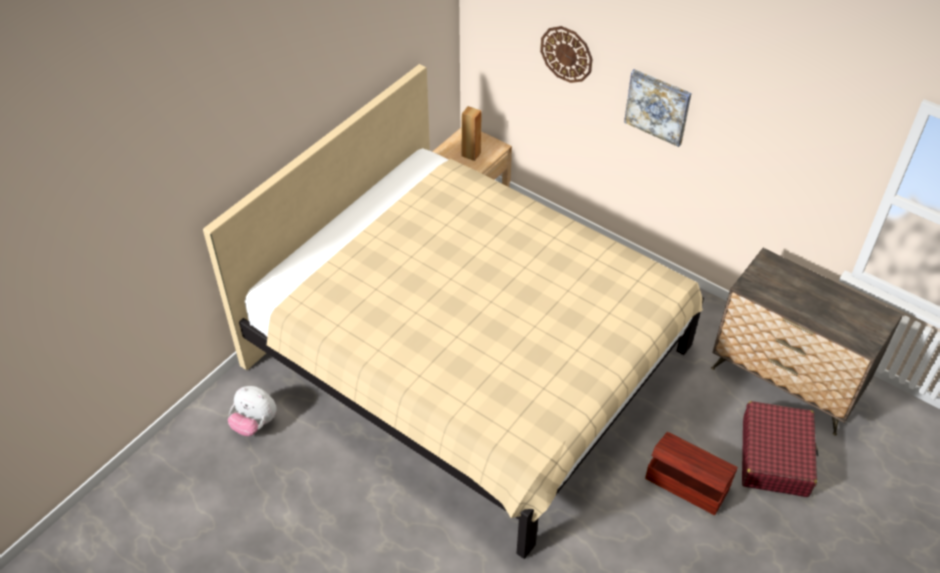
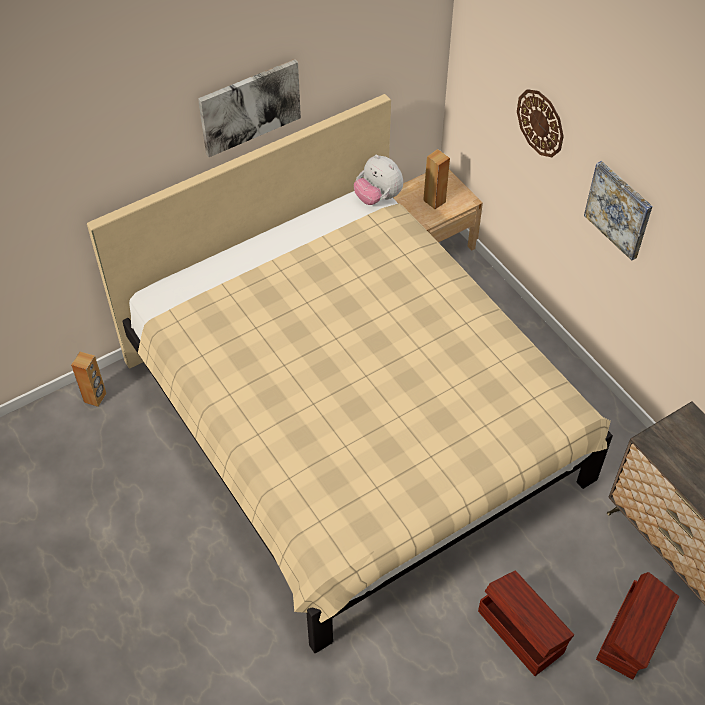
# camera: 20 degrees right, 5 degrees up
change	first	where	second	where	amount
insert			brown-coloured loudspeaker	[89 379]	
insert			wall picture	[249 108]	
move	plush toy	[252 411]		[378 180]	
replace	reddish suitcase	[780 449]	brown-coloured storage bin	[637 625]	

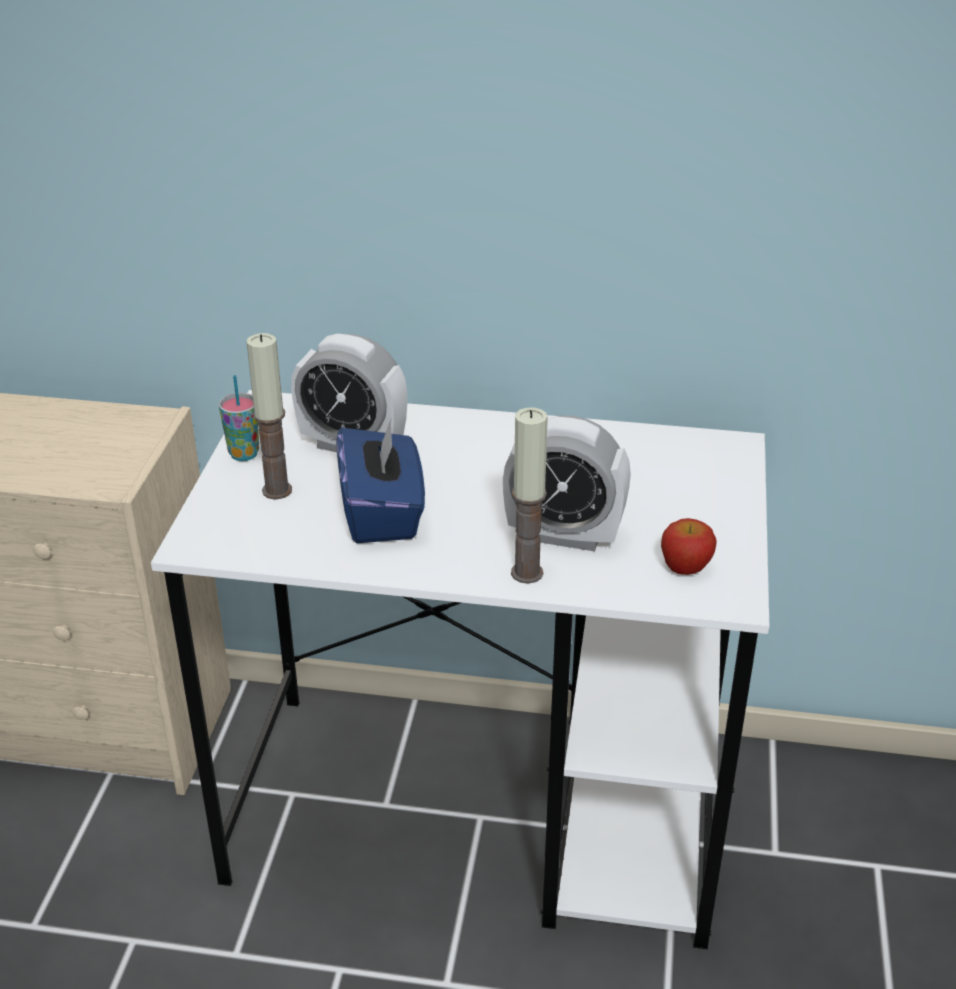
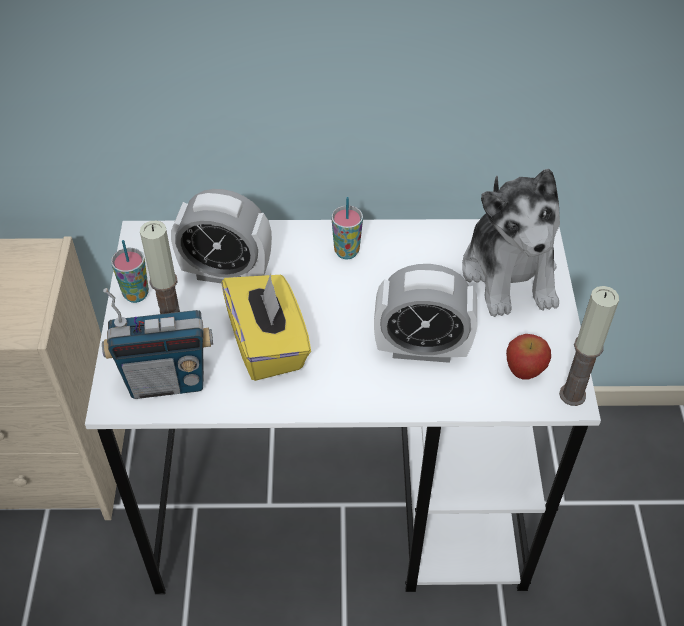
# camera: 10 degrees left, 15 degrees up
change	first	where	second	where	amount
insert			radio set	[157 343]	
recolor	blue-coloured tissue box	[380 480]	yellow-coloured tissue box	[266 327]	
insert			small cup	[347 228]	
insert			plush toy	[511 243]	
move	wax light	[529 496]		[589 346]	

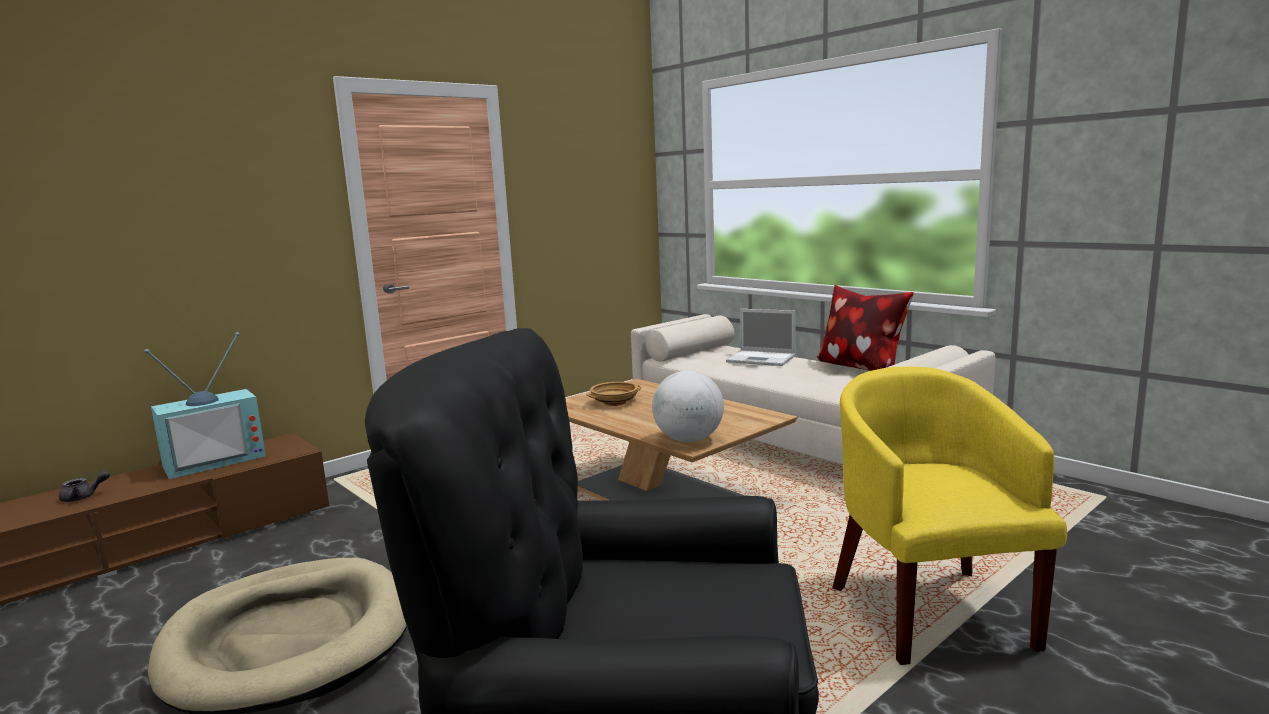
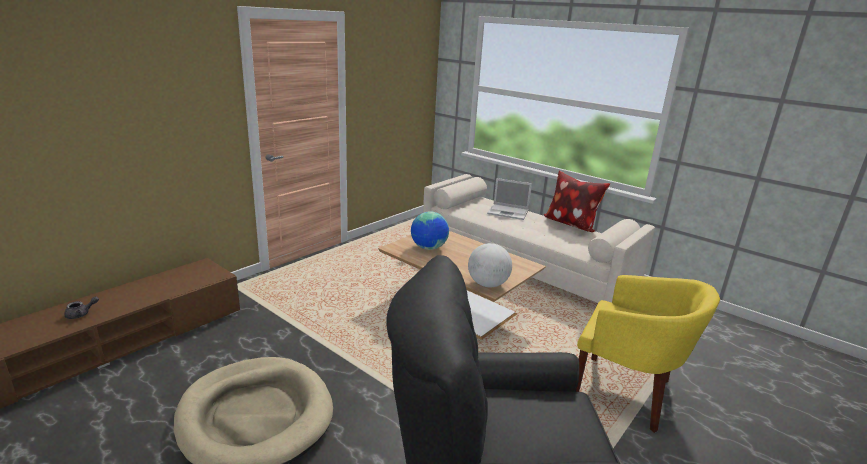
# camera: 10 degrees left, 10 degrees up
change	first	where	second	where	amount
replace	beige deep dish	[613 394]	desk globe	[430 230]	
rotate	yellow-coloured armchair	[949 516]		[648 354]	135 degrees clockwise
delete	TV set	[205 405]			

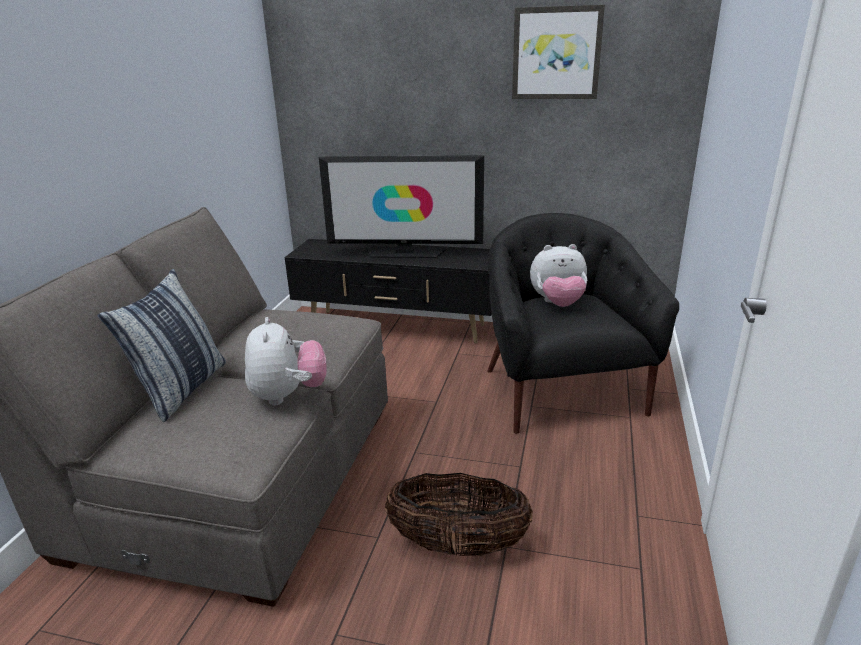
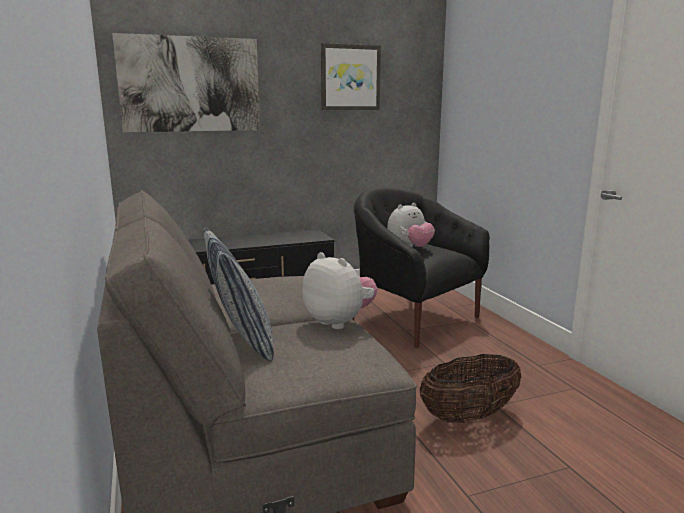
# camera: 35 degrees left, 10 degrees down
change	first	where	second	where	amount
insert			wall picture	[186 82]	
delete	TV set	[401 206]			

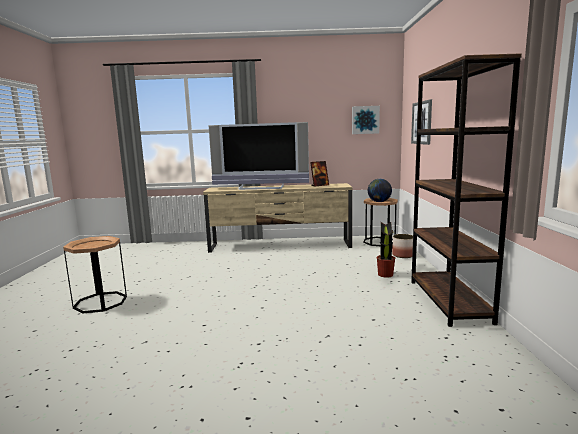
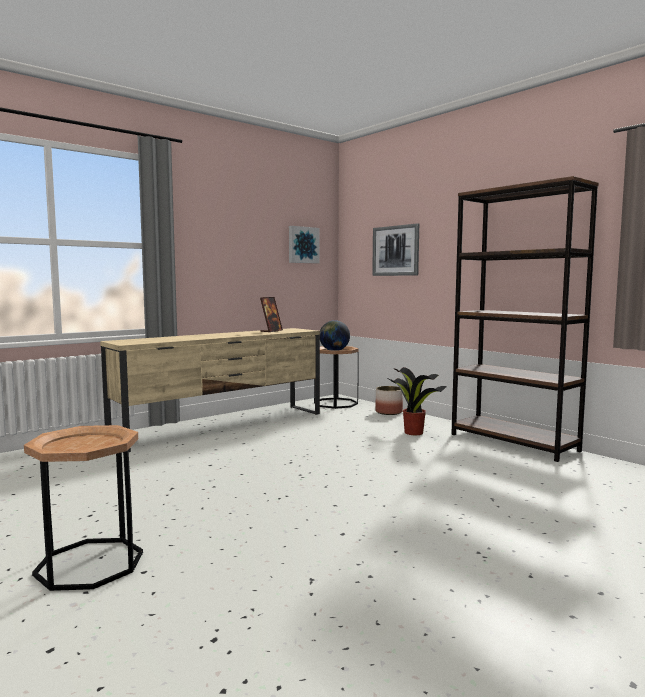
# camera: 40 degrees left, 5 degrees down
change	first	where	second	where	amount
delete	TV set	[259 156]			

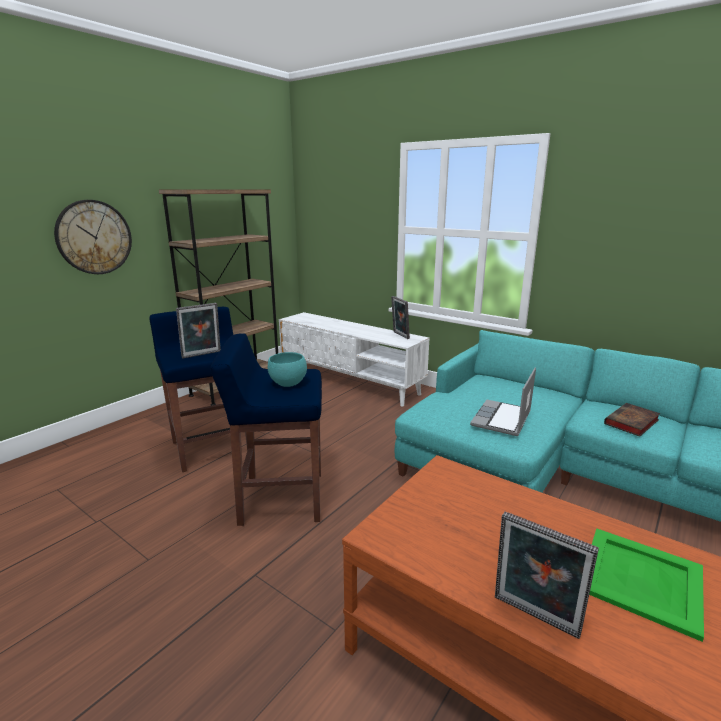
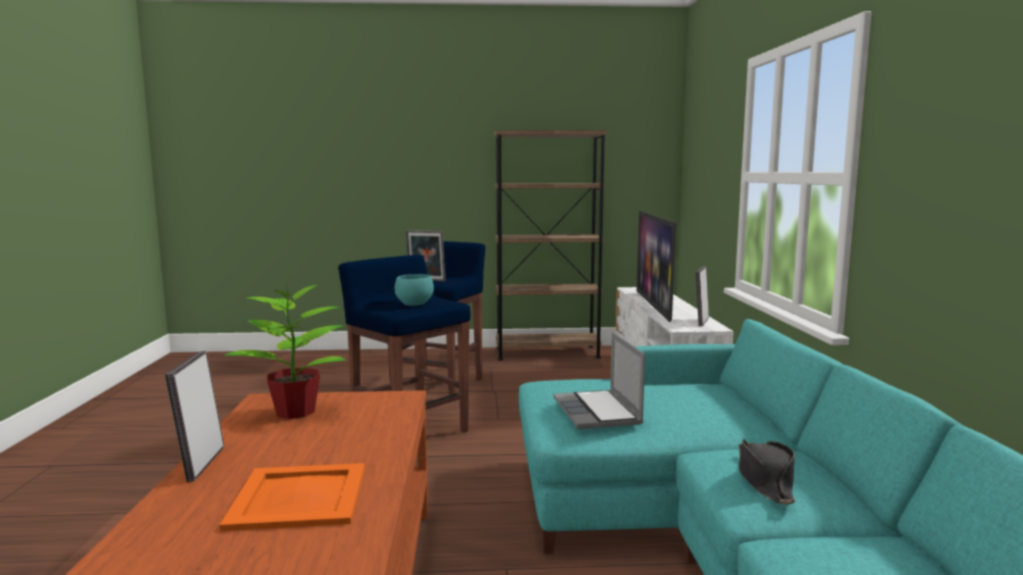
# camera: 50 degrees right, 10 degrees down
change	first	where	second	where	amount
recolor	green-coloured serving tray	[646 585]	orangey serving tray	[292 497]	
insert			plant in a pot	[285 348]	
rotate	notebook computer	[503 402]		[599 380]	90 degrees counterclockwise
insert			TV set	[656 266]	
replace	book	[632 420]	black-coloured hat	[767 472]	
delete	hanging clock	[93 237]			

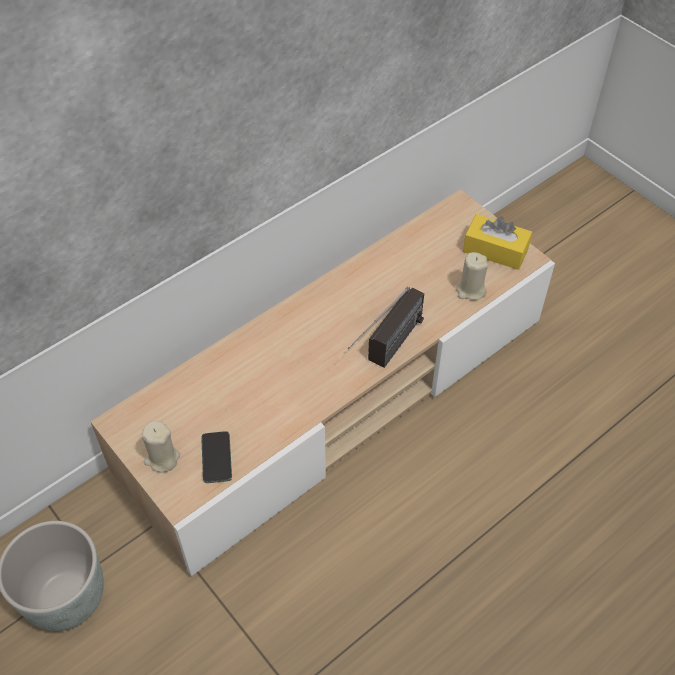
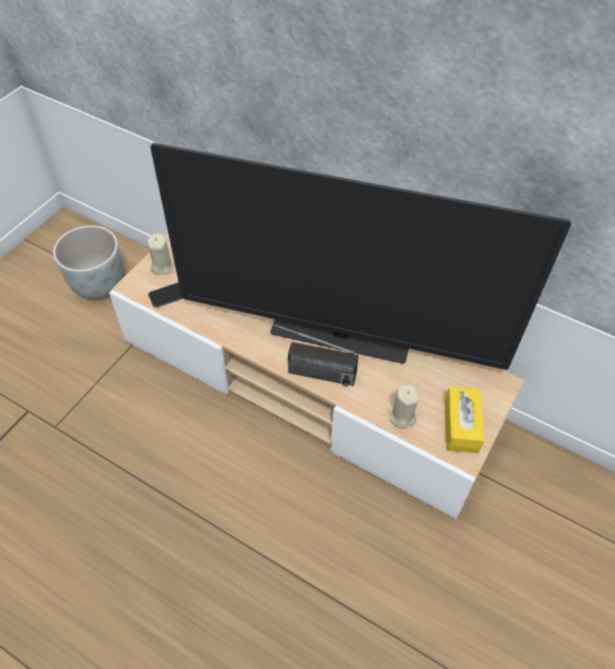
# camera: 70 degrees right, 0 degrees up
change	first	where	second	where	amount
insert			TV set	[360 256]	

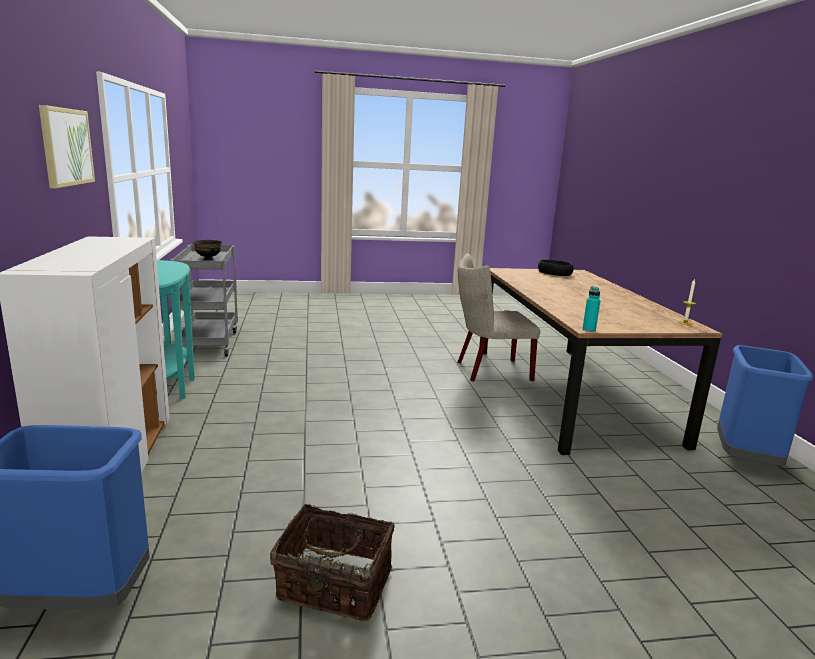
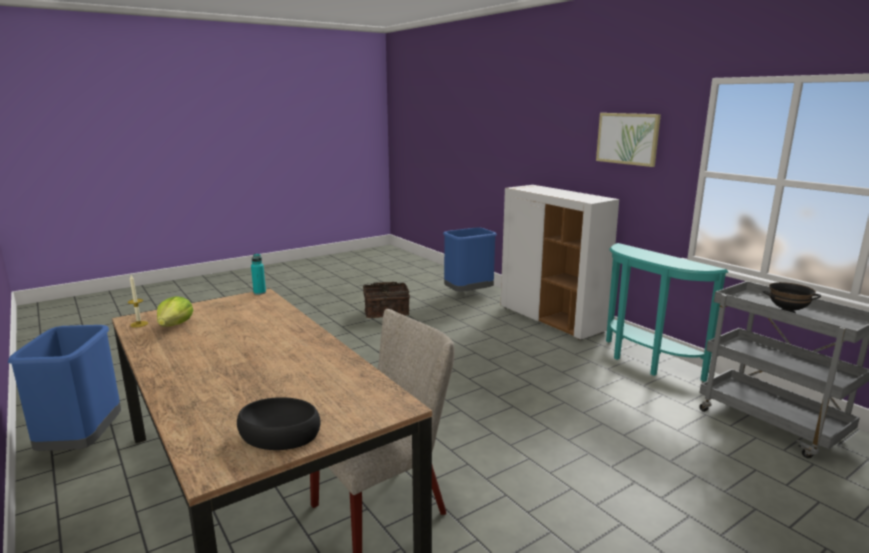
# camera: 155 degrees right, 0 degrees up
change	first	where	second	where	amount
insert			head of lettuce	[175 311]	

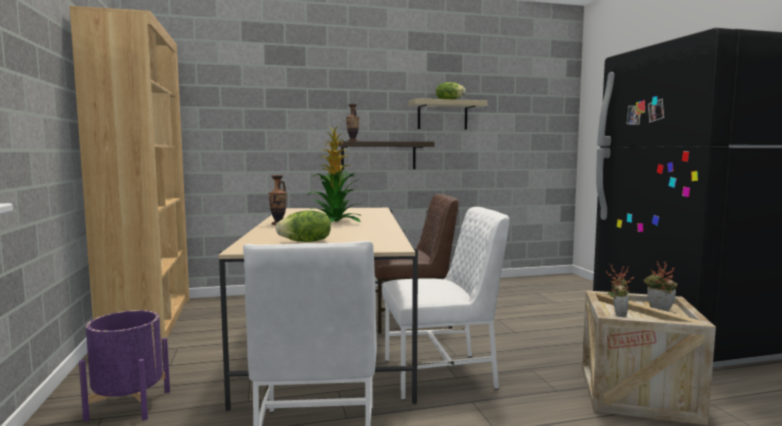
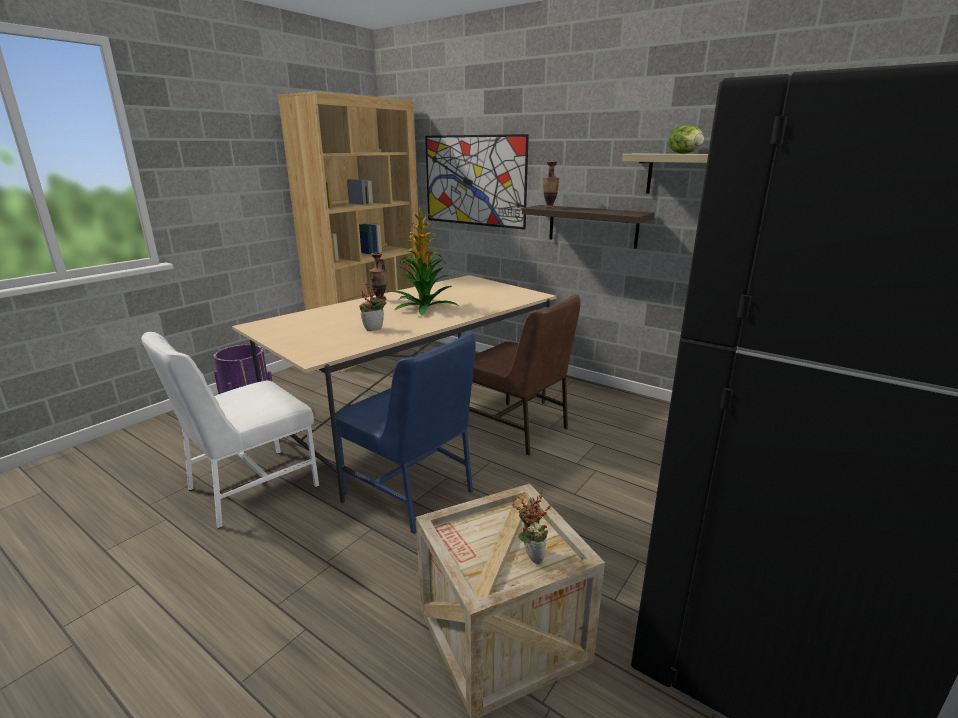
# camera: 50 degrees right, 15 degrees up
change	first	where	second	where	amount
recolor	white-coloured chair	[445 303]	blue-coloured chair	[405 433]	
move	plant in a pot	[620 290]		[372 306]	
insert			wall picture	[477 182]	
delete	head of lettuce	[303 226]			

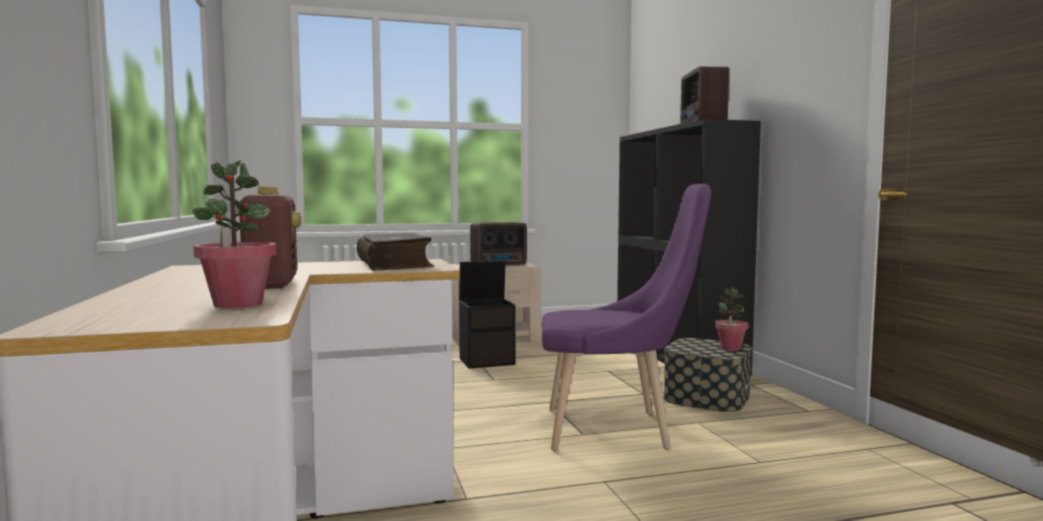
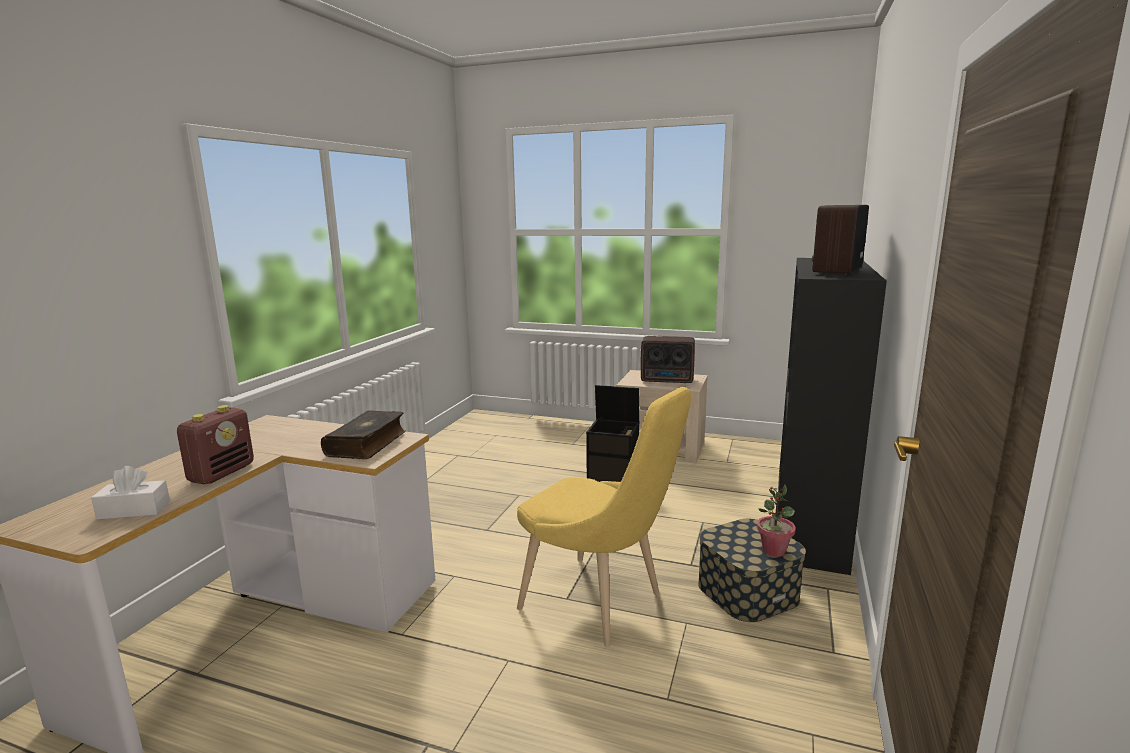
# camera: 35 degrees right, 10 degrees up
change	first	where	second	where	amount
replace	plant in a pot	[234 234]	white-coloured tissue box	[130 493]	
recolor	purple chair	[626 317]	yellow-coloured chair	[604 517]	

